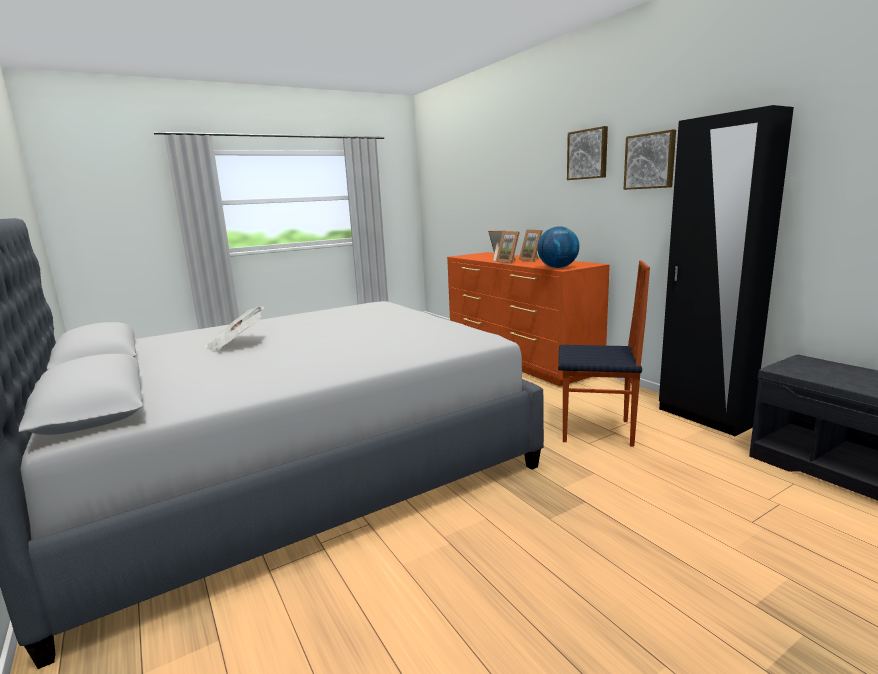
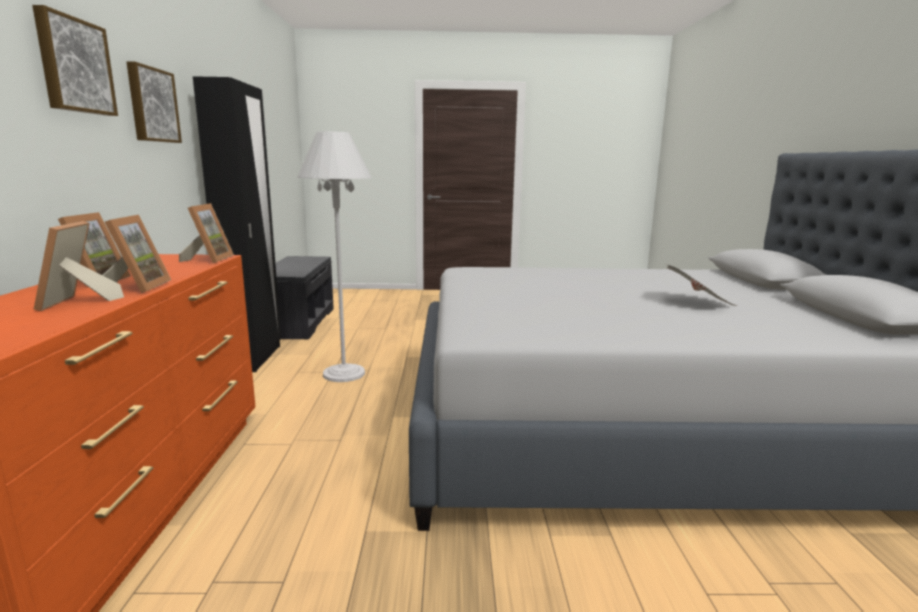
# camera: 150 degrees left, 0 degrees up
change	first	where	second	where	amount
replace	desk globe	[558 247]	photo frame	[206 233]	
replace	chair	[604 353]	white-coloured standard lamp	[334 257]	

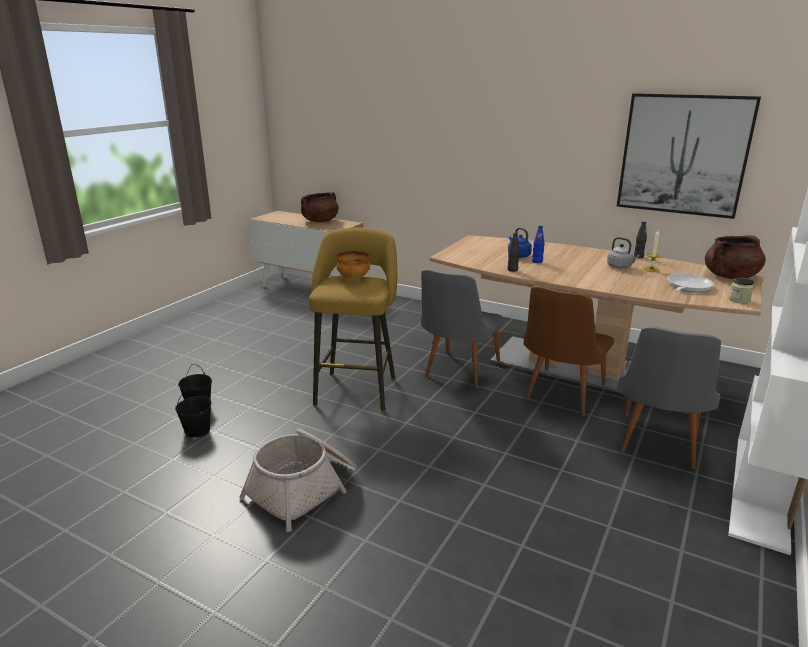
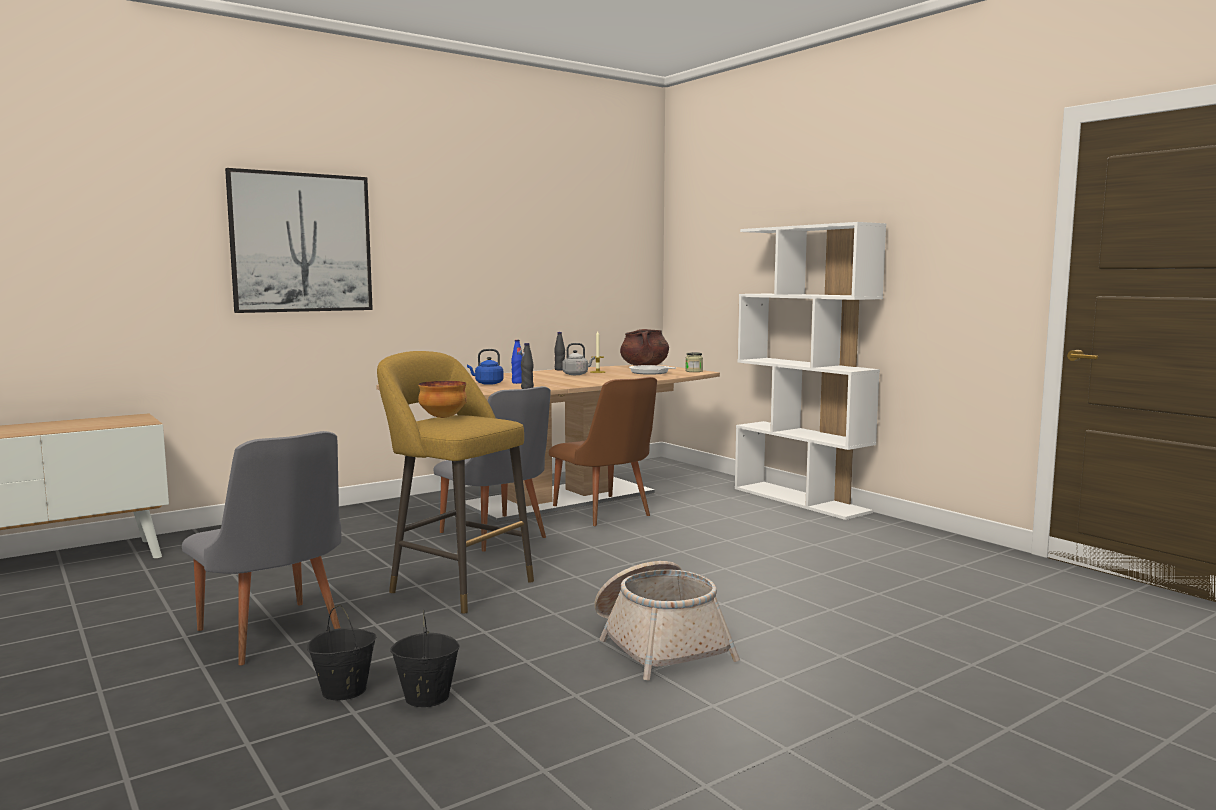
# camera: 65 degrees left, 15 degrees down
change	first	where	second	where	amount
move	grey chair	[669 398]		[262 548]	
move	wall picture	[689 156]		[299 240]	
delete	brown-coloured cooking pot	[320 207]			

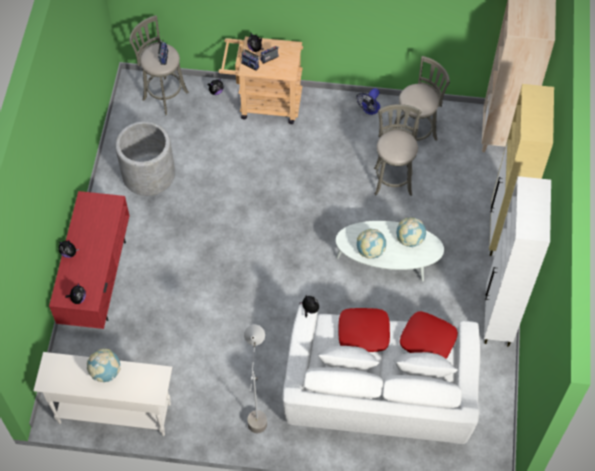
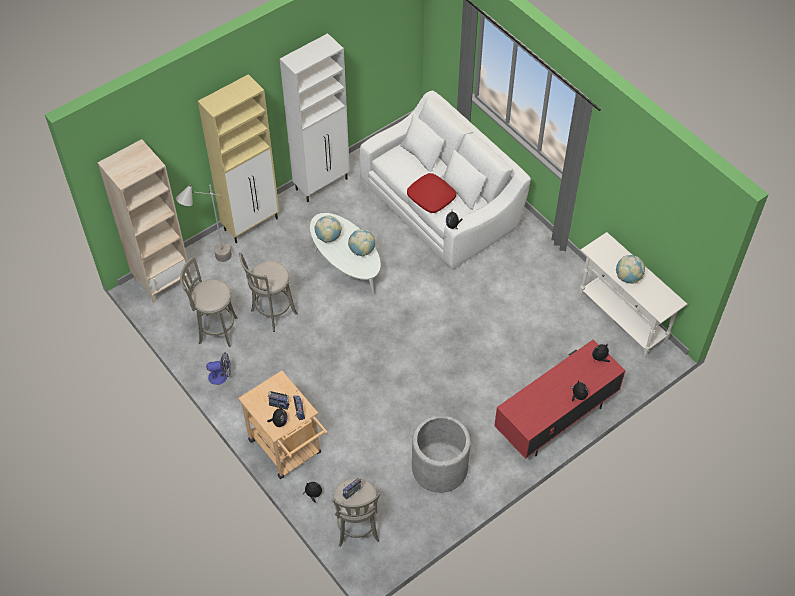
# camera: 135 degrees left, 5 degrees down
change	first	where	second	where	amount
move	grey standard lamp	[255 379]		[204 223]	
delete	reddish pillow	[429 335]			

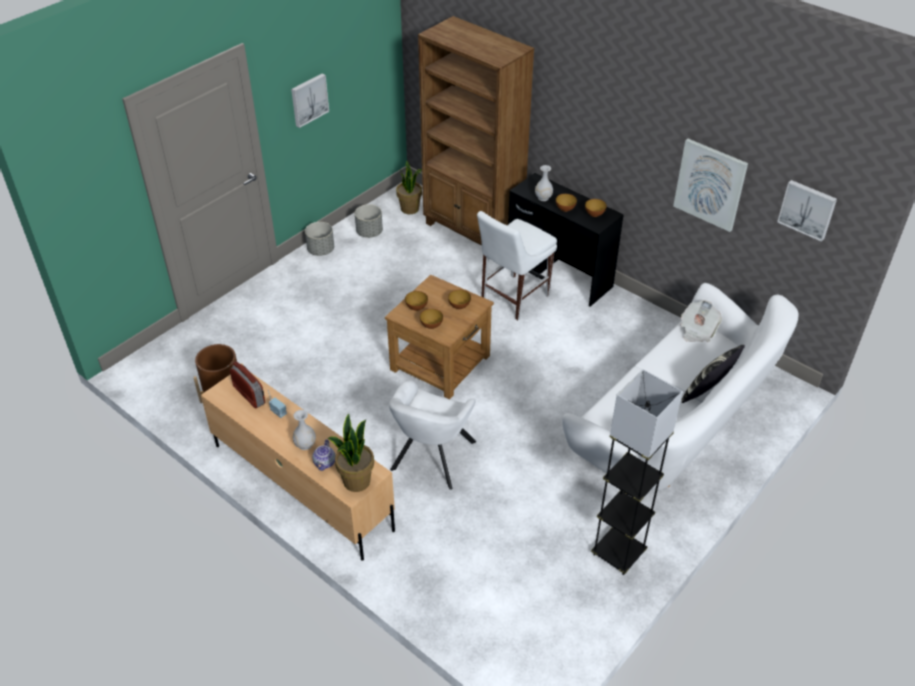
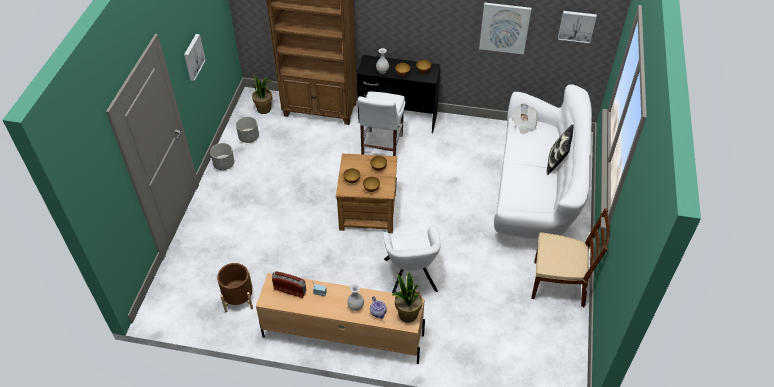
# camera: 30 degrees left, 5 degrees up
change	first	where	second	where	amount
replace	black-coloured standard lamp	[637 472]	brown-coloured chair	[570 258]	

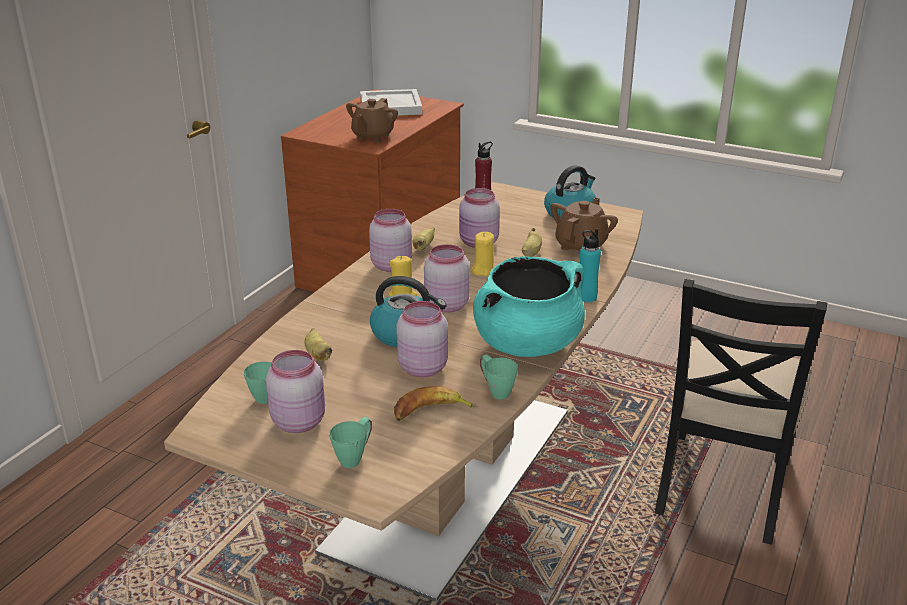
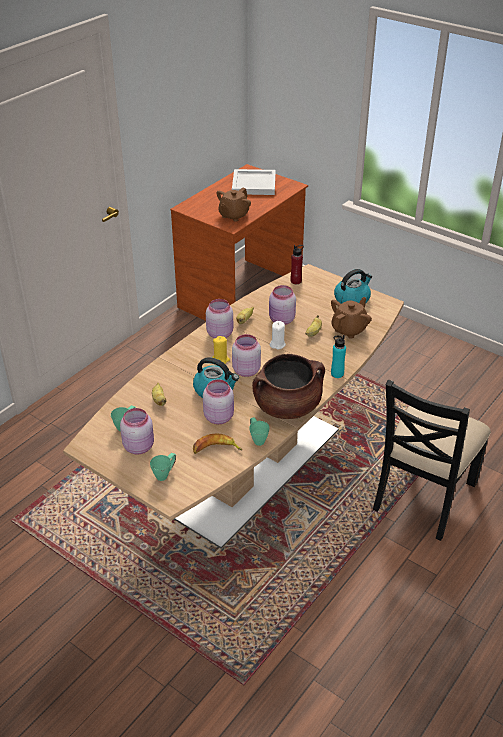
# camera: 10 degrees right, 10 degrees up
change	first	where	second	where	amount
recolor	turquoise-coloured cooking pot	[529 306]	brown-coloured cooking pot	[288 386]	
recolor	yellow-coloured wax light	[482 254]	white-coloured wax light	[278 335]	

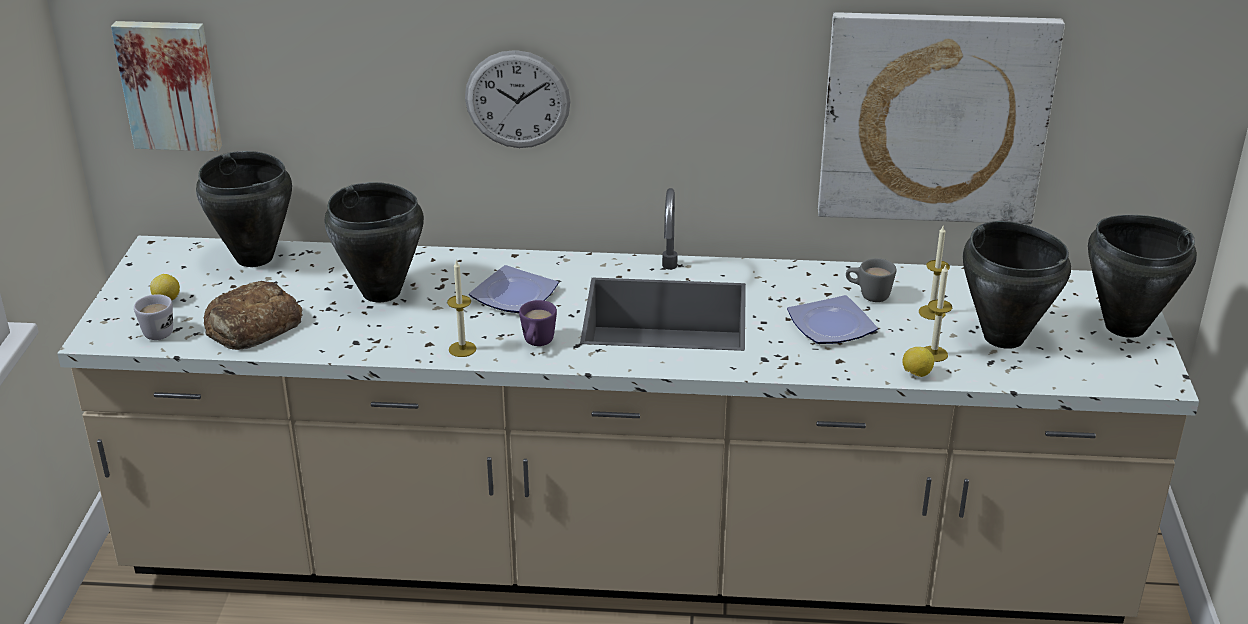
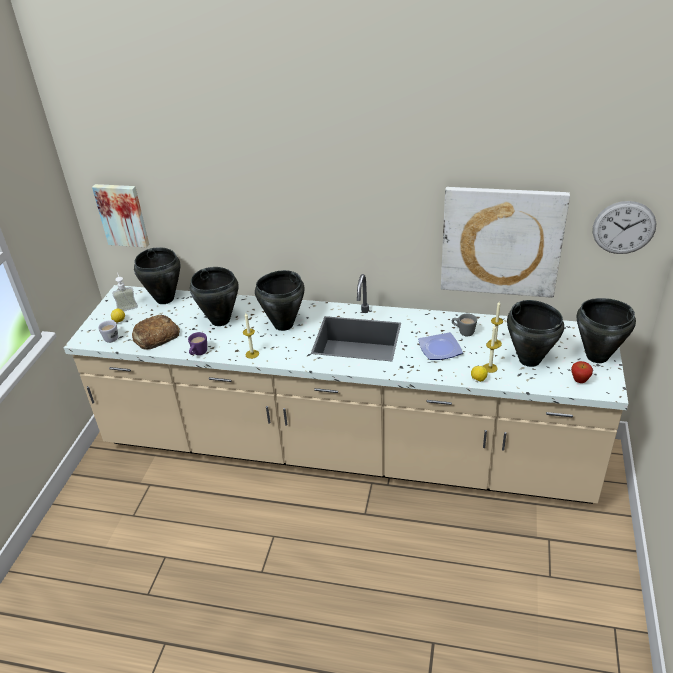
# camera: 10 degrees right, 5 degrees up
change	first	where	second	where	amount
insert			soap bottle	[125 292]	
move	purple tea mug	[538 323]		[197 343]	
replace	dinner plate	[514 289]	black-coloured cooking pot	[279 300]	
insert			whole apple	[582 372]	
move	hanging clock	[518 99]		[624 227]	

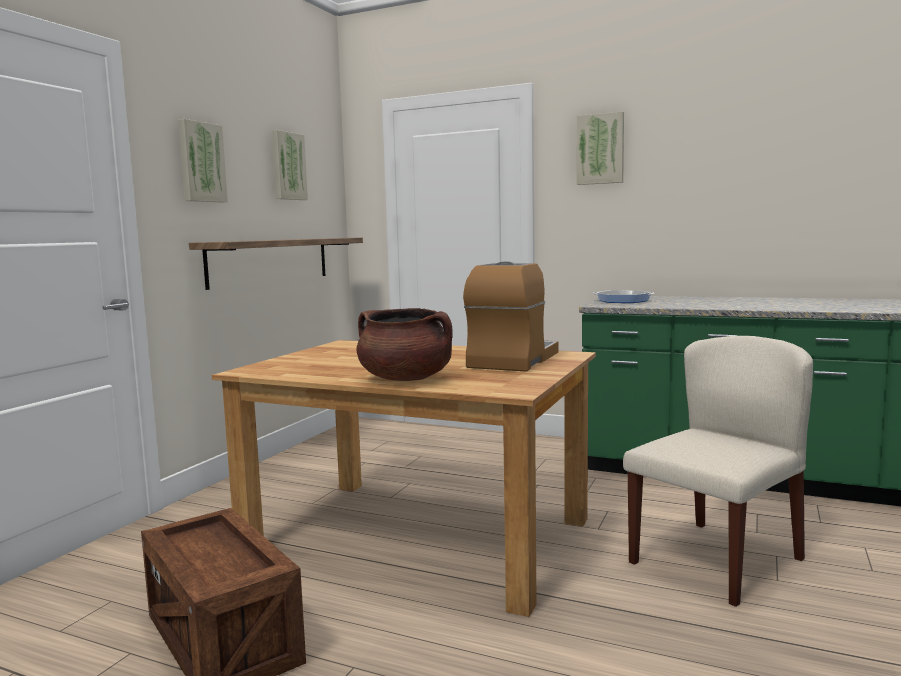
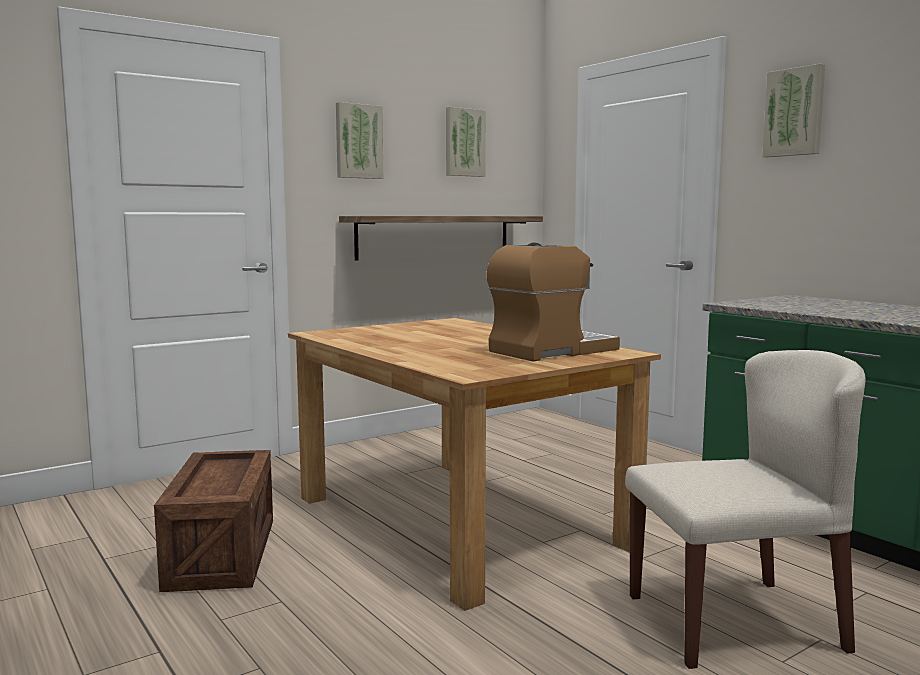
# camera: 30 degrees right, 0 degrees up
change	first	where	second	where	amount
delete	brown-coloured cooking pot	[405 344]			
delete	frying pan	[623 296]			

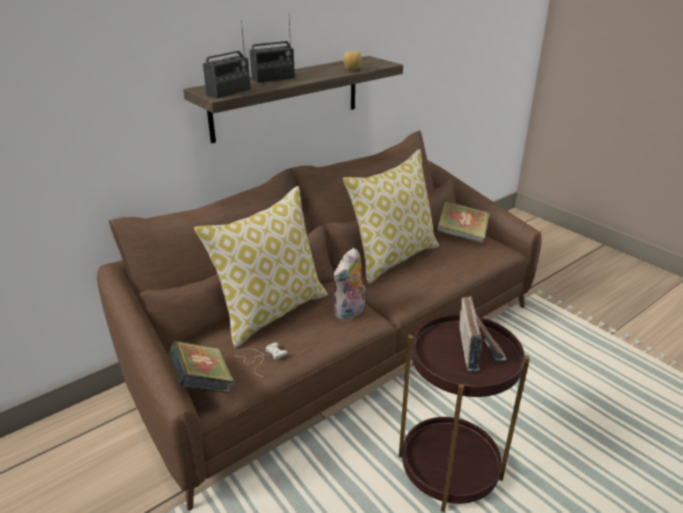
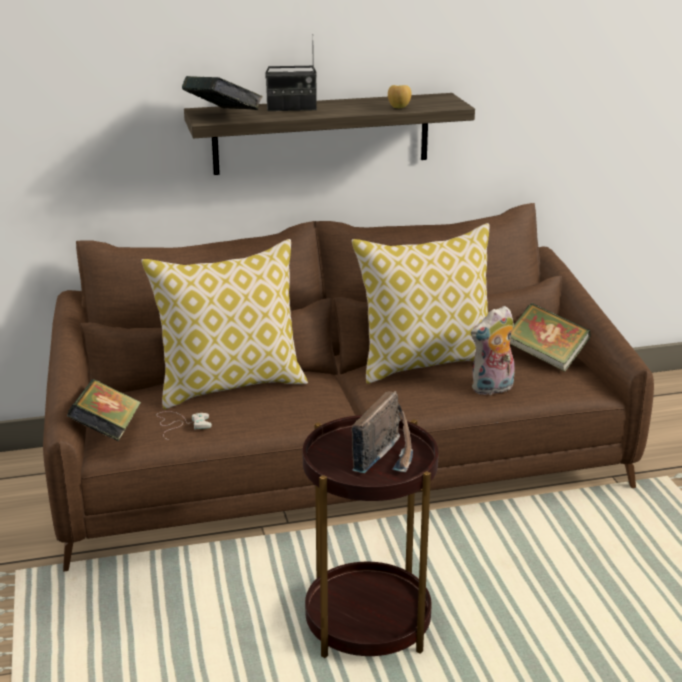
# camera: 25 degrees right, 5 degrees down
change	first	where	second	where	amount
replace	radio set	[227 60]	book	[222 93]	
move	plush toy	[350 284]		[493 351]	

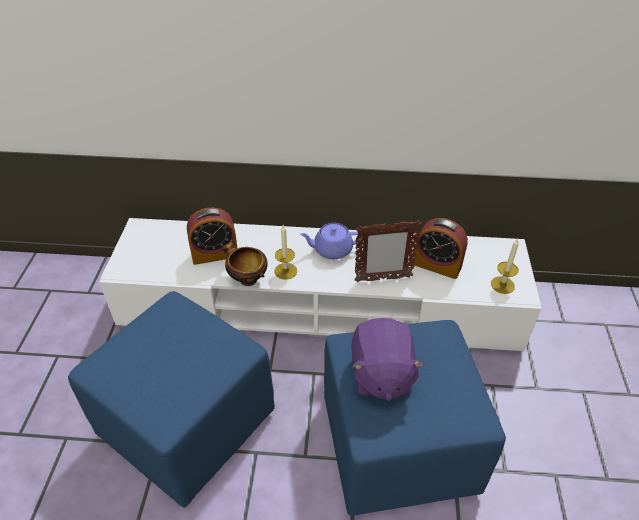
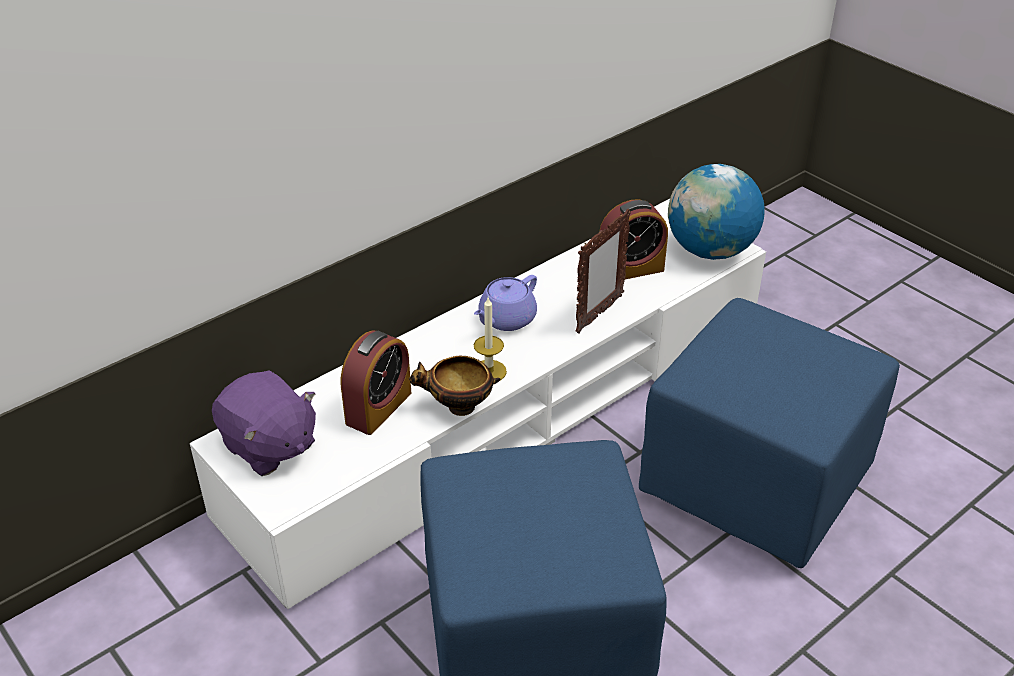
# camera: 45 degrees left, 5 degrees down
change	first	where	second	where	amount
move	purple plush toy	[388 359]		[264 423]	
replace	wax light	[505 266]	desk globe	[716 212]	

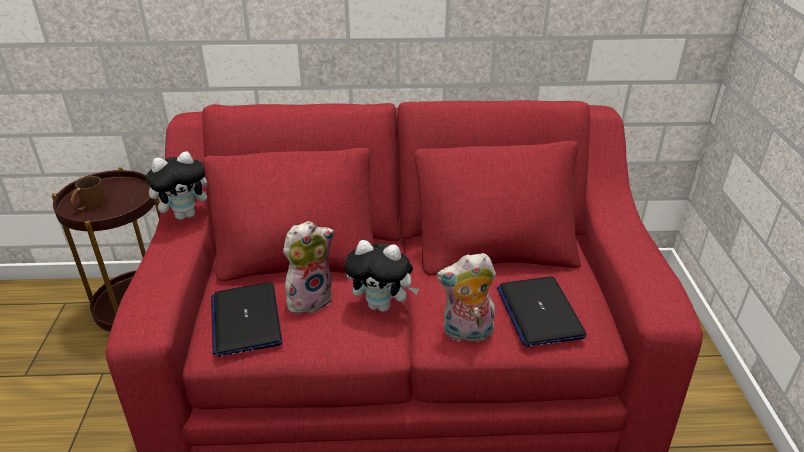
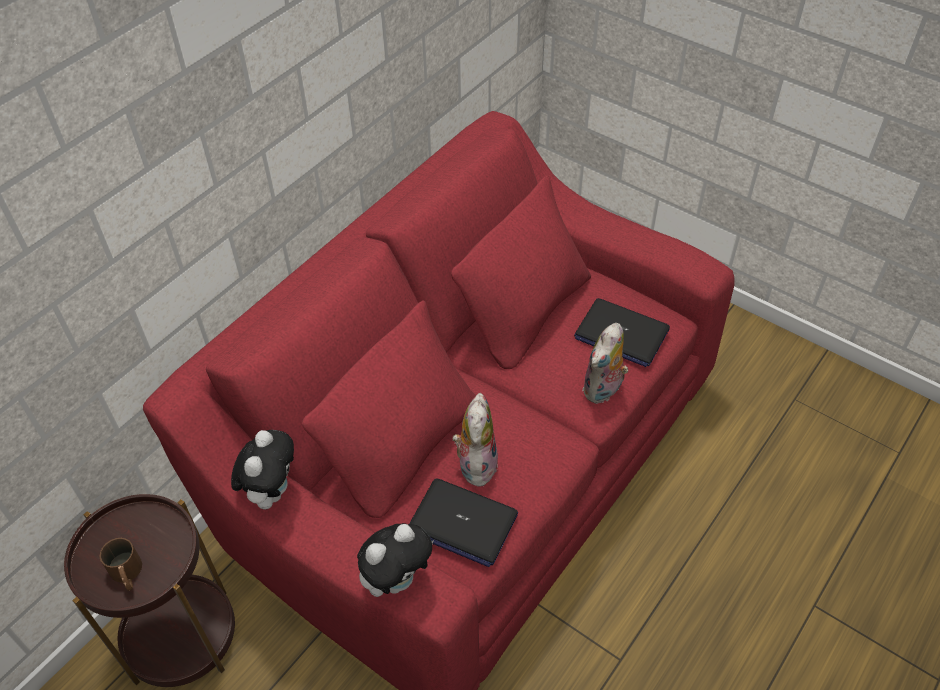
# camera: 50 degrees left, 15 degrees up
change	first	where	second	where	amount
move	plush toy	[381 276]		[395 560]	

